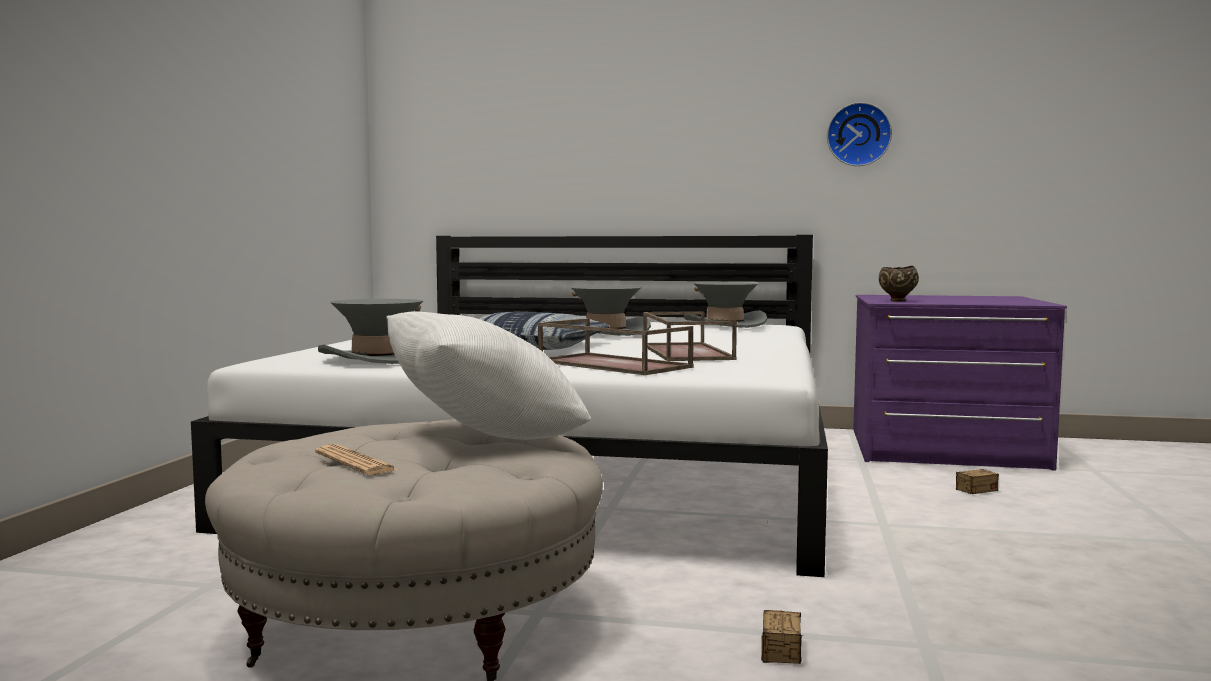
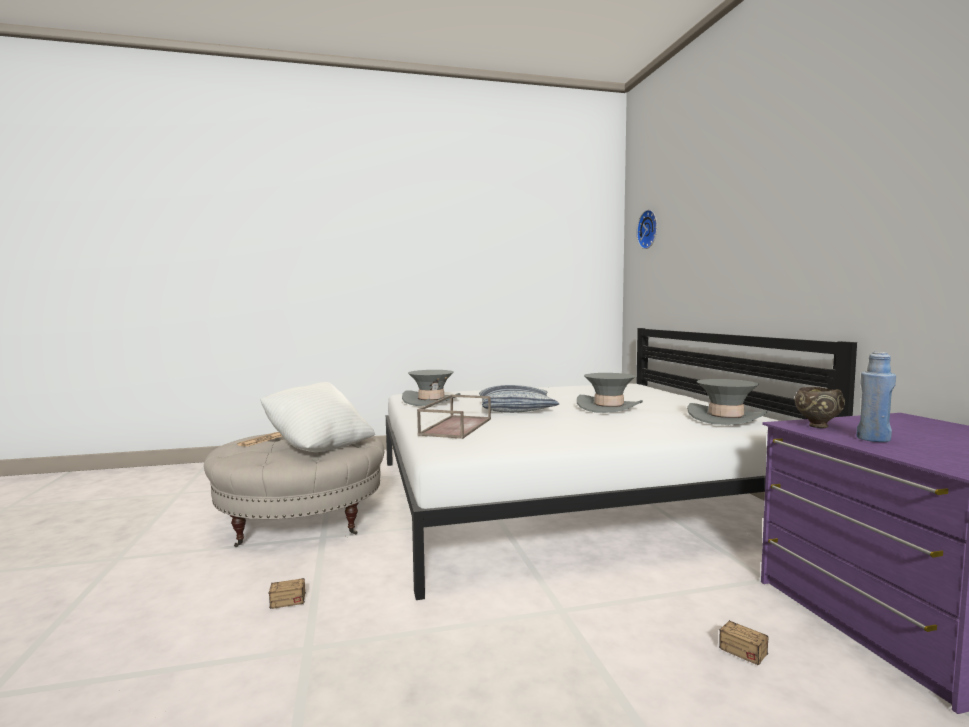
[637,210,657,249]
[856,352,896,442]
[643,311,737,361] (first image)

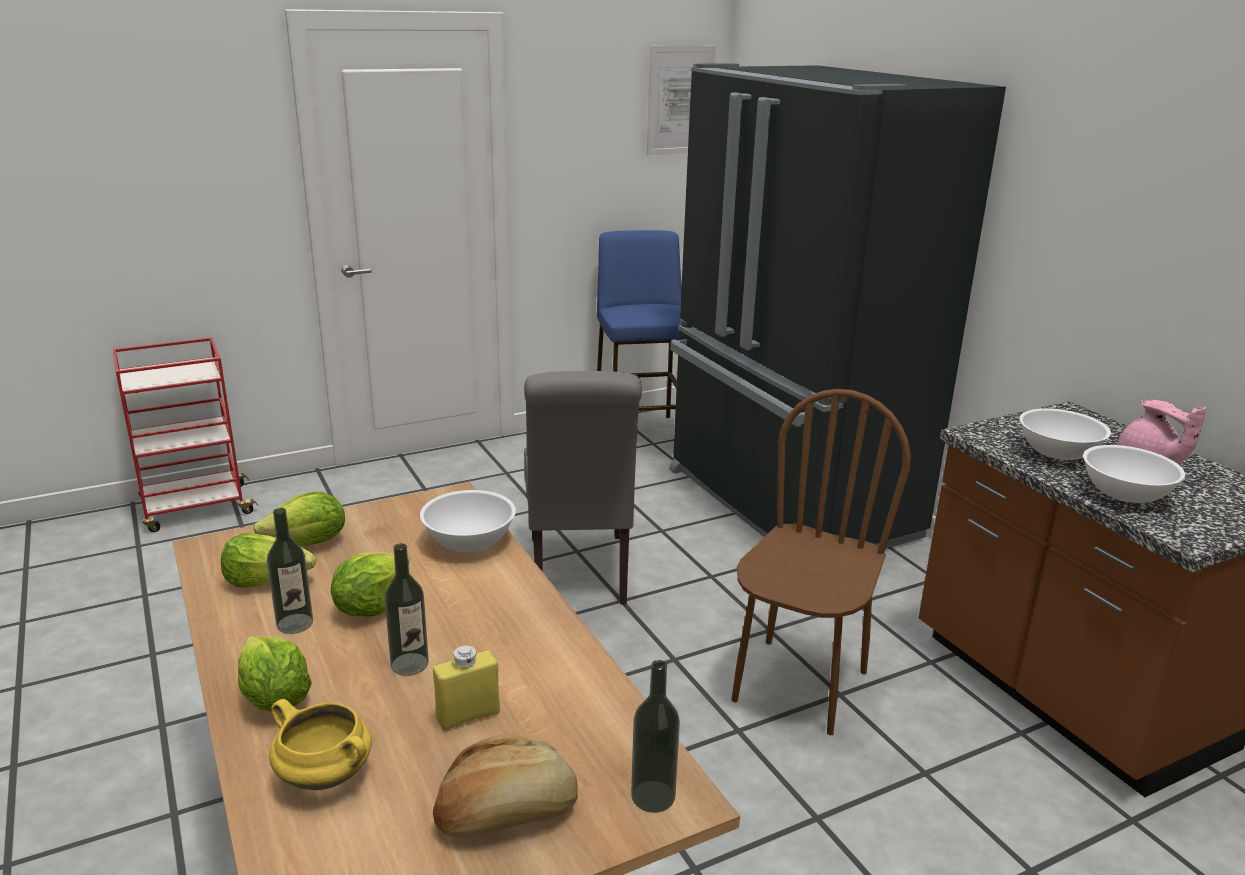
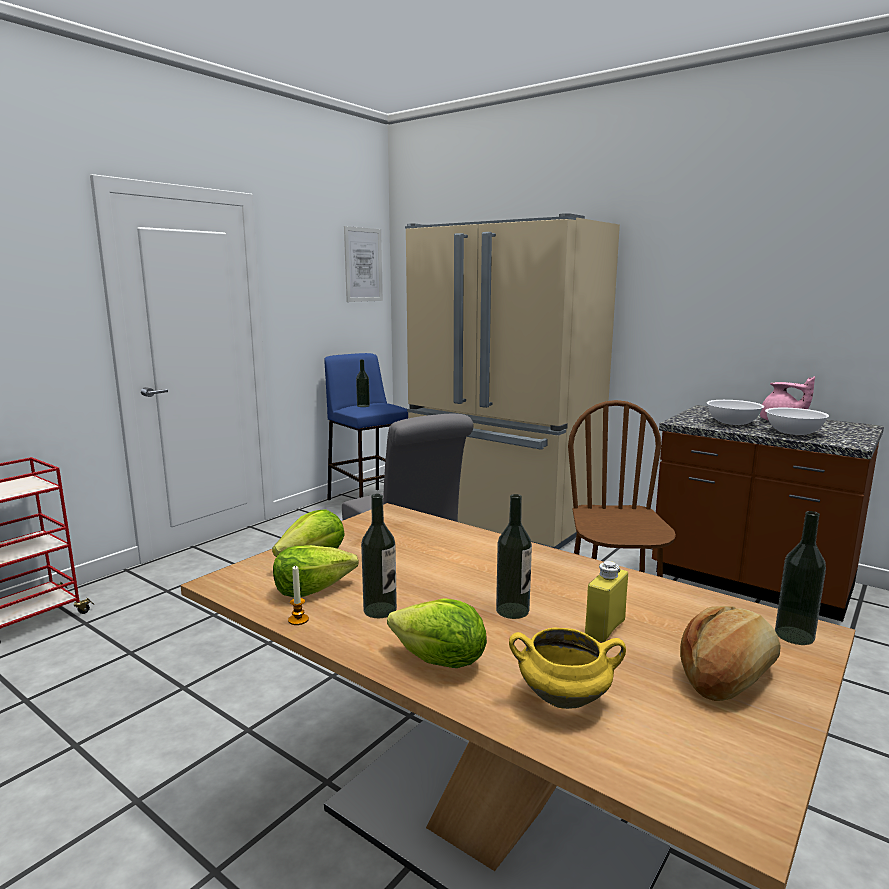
[288,565,309,625]
[356,359,370,407]
[405,213,620,549]
[331,552,410,617] (first image)
[420,490,516,552] (first image)

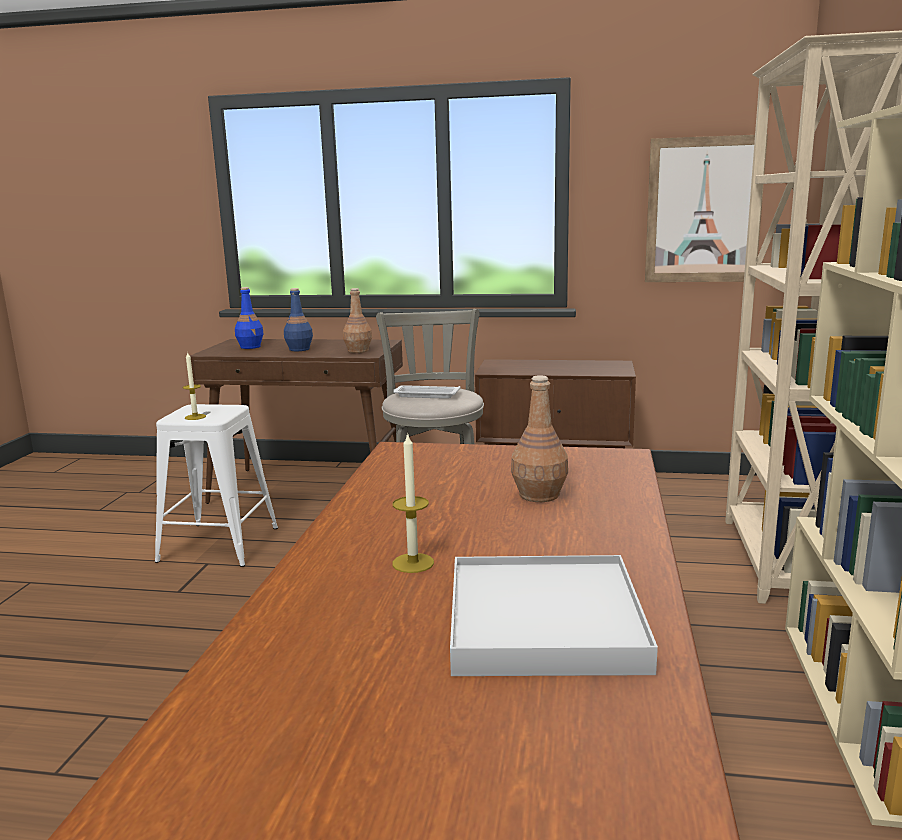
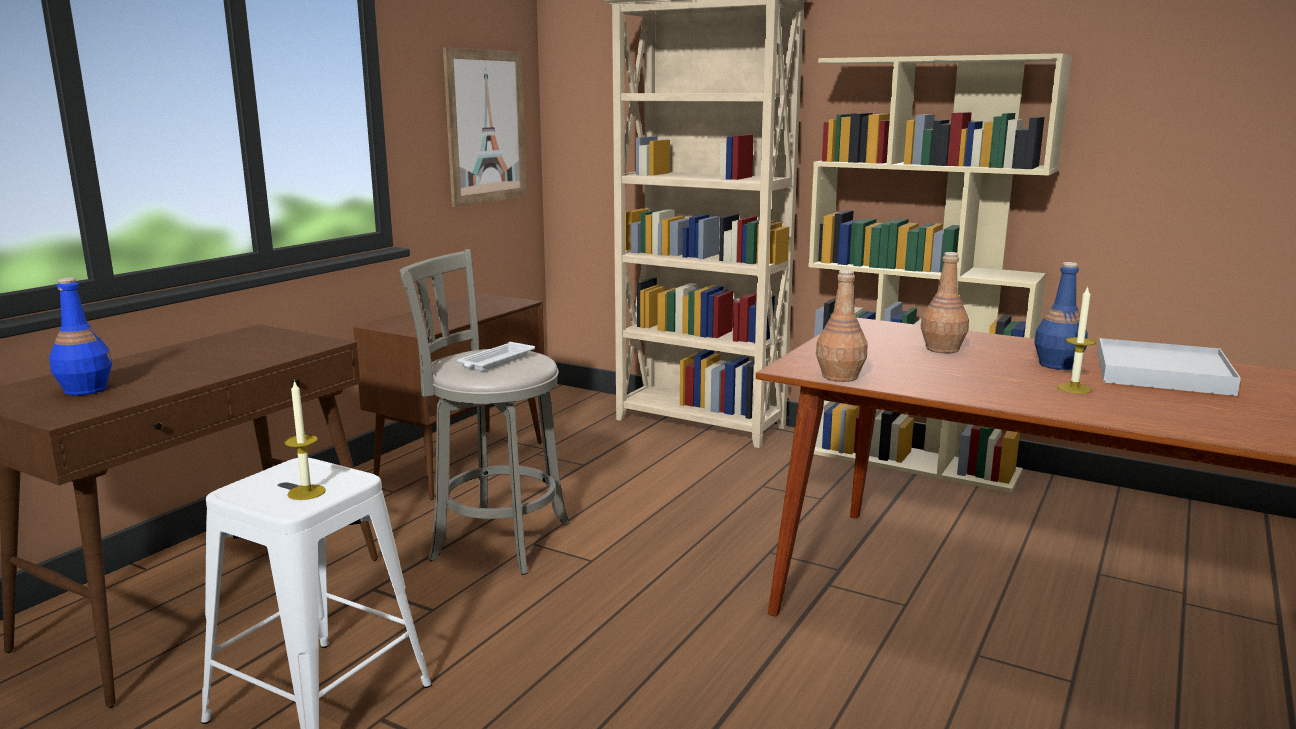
[816,269,867,382]
[1034,262,1088,370]

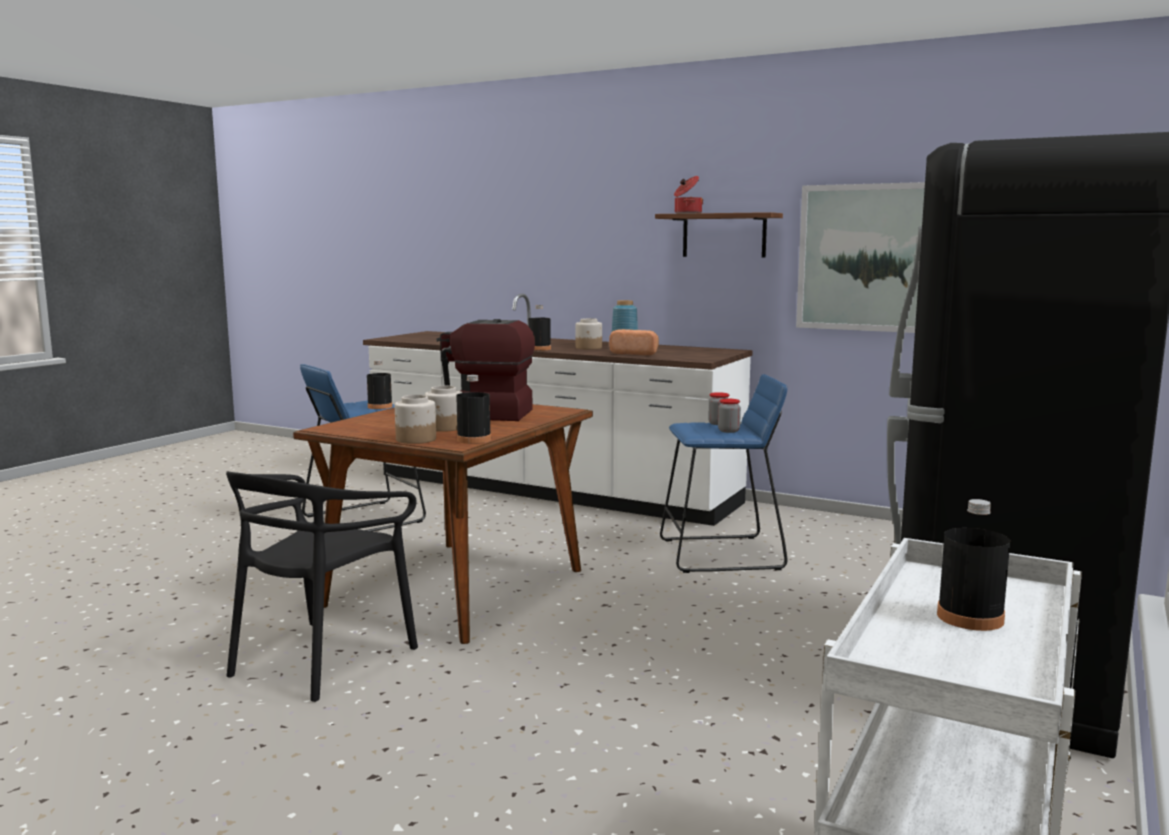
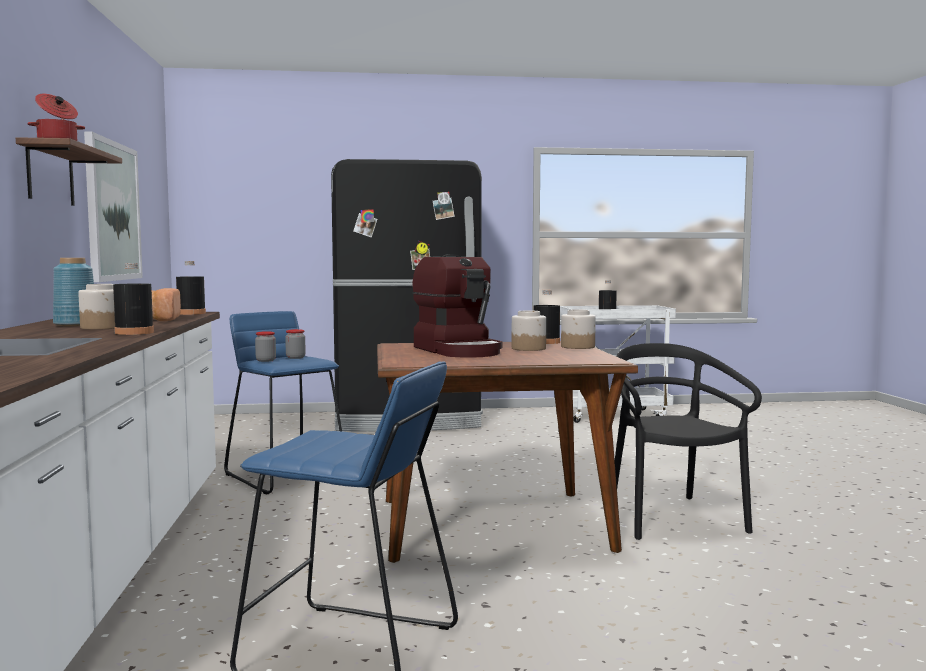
[176,261,206,315]
[615,343,762,540]

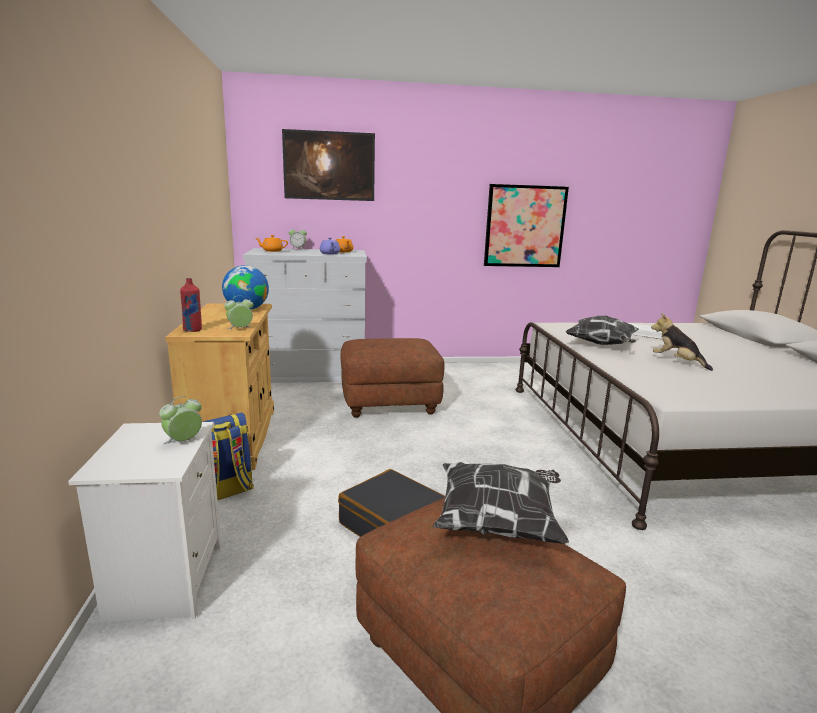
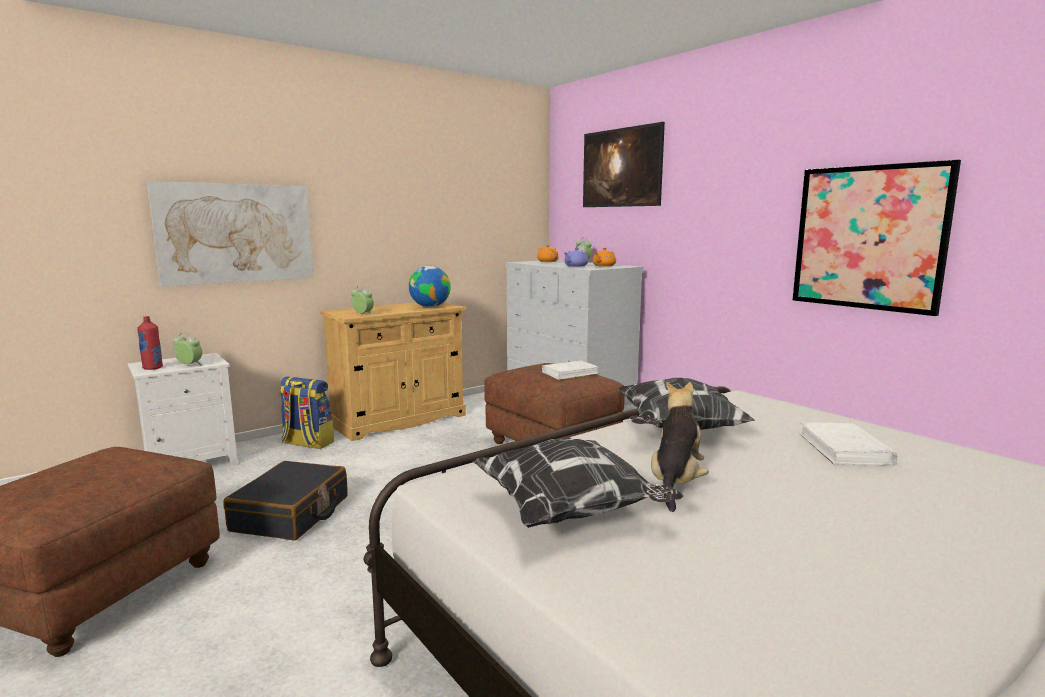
[137,316,163,370]
[147,181,314,287]
[472,437,683,528]
[542,361,600,380]

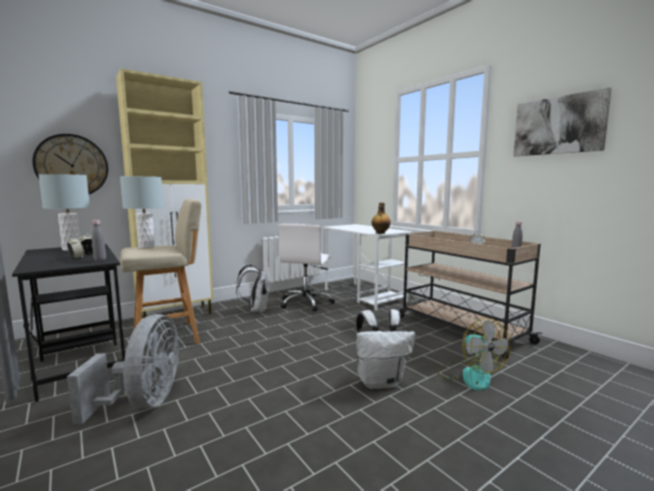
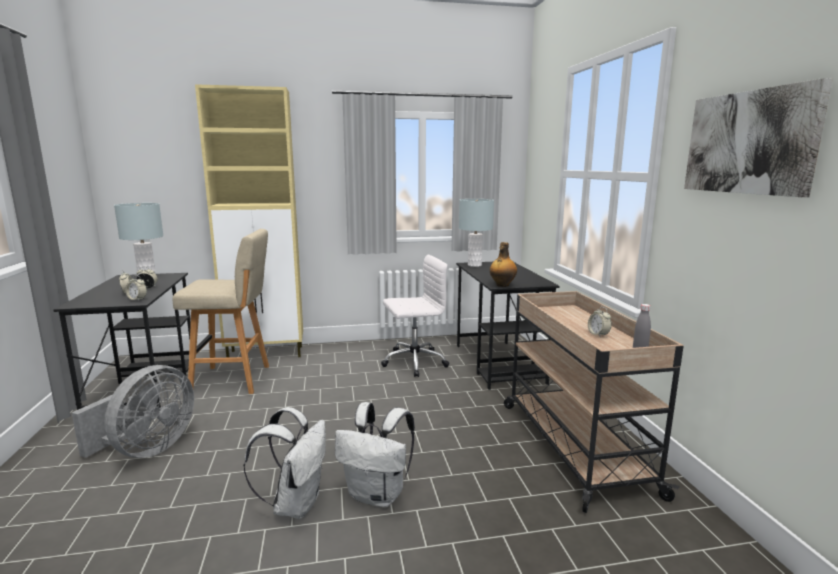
[125,275,147,300]
[244,407,326,519]
[381,255,449,377]
[456,262,560,390]
[459,199,494,267]
[32,134,108,194] (first image)
[438,318,511,391] (first image)

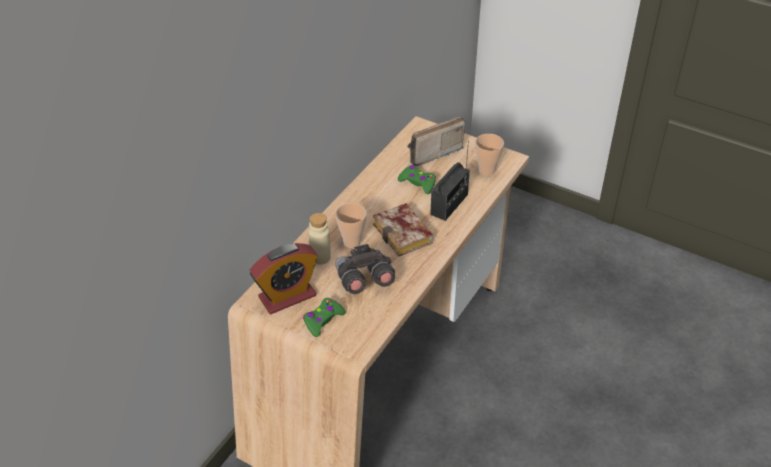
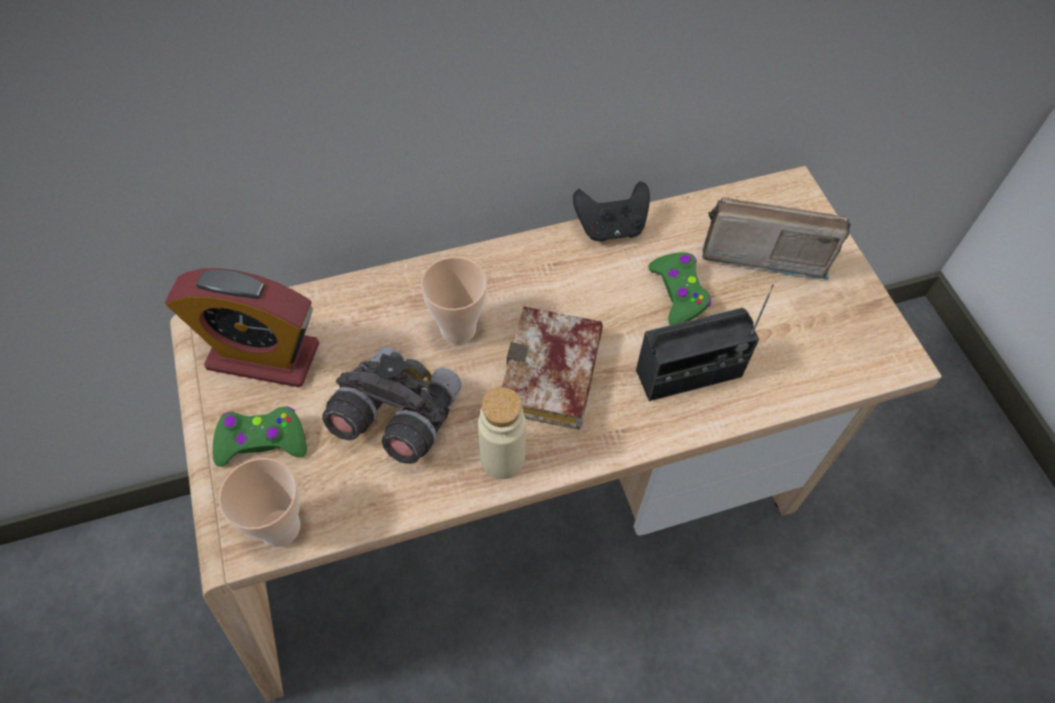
[219,458,300,547]
[478,387,526,479]
[573,181,650,242]

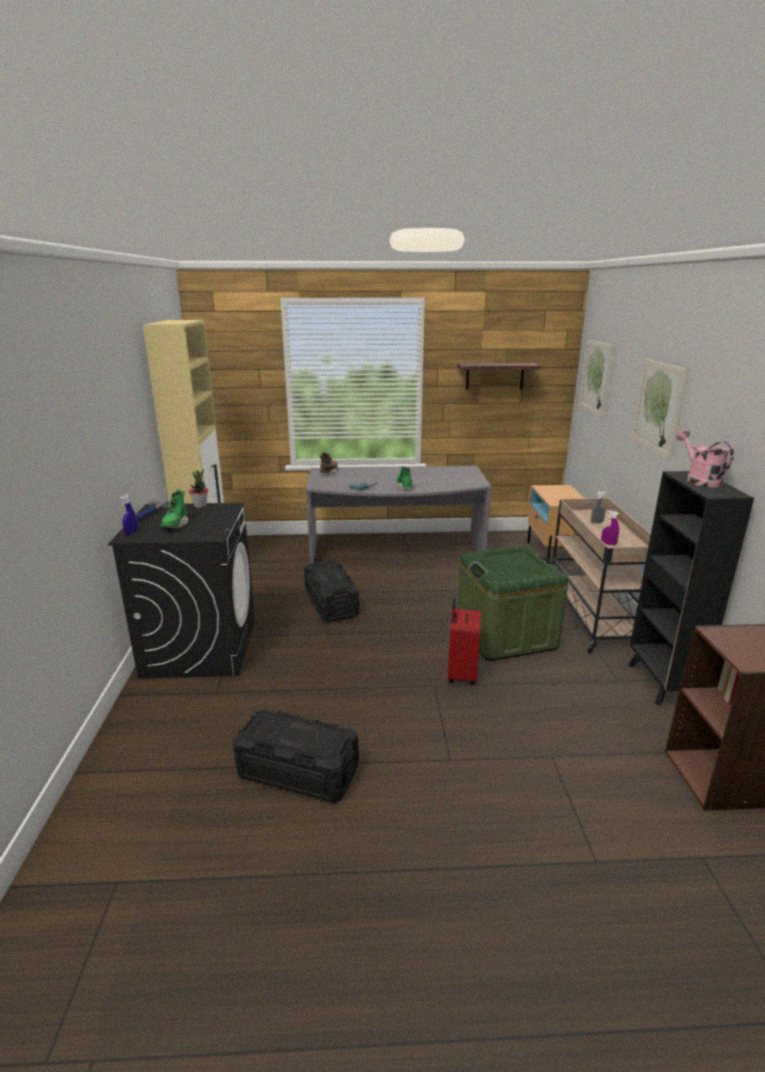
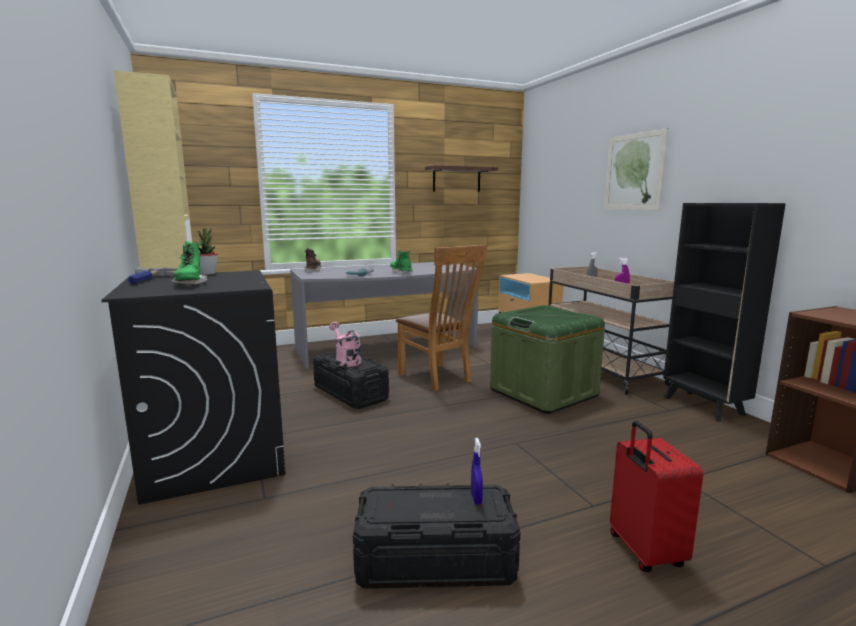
[329,322,361,367]
[396,245,487,391]
[471,438,483,505]
[610,421,703,572]
[579,340,615,419] (first image)

